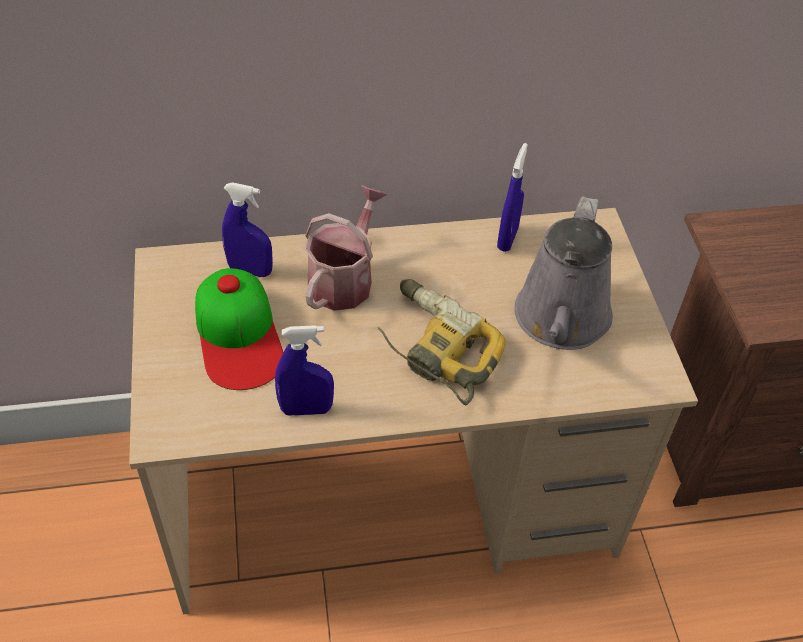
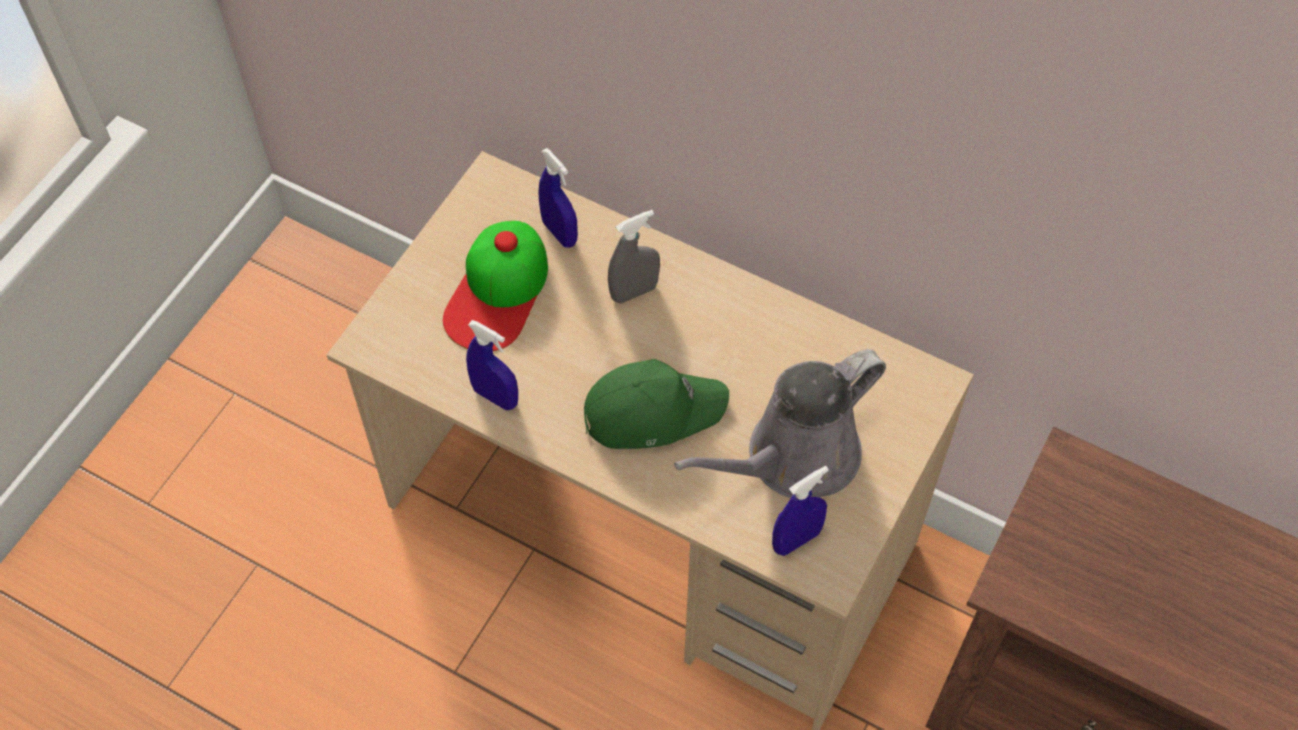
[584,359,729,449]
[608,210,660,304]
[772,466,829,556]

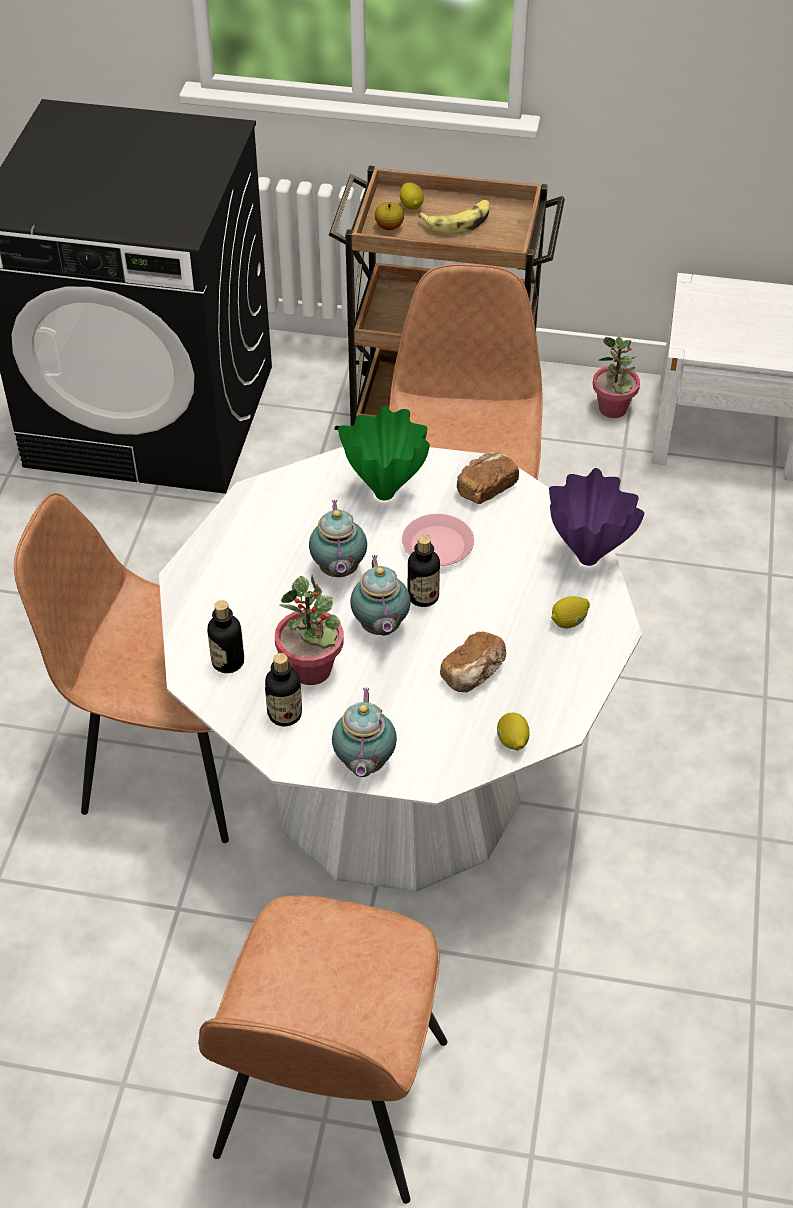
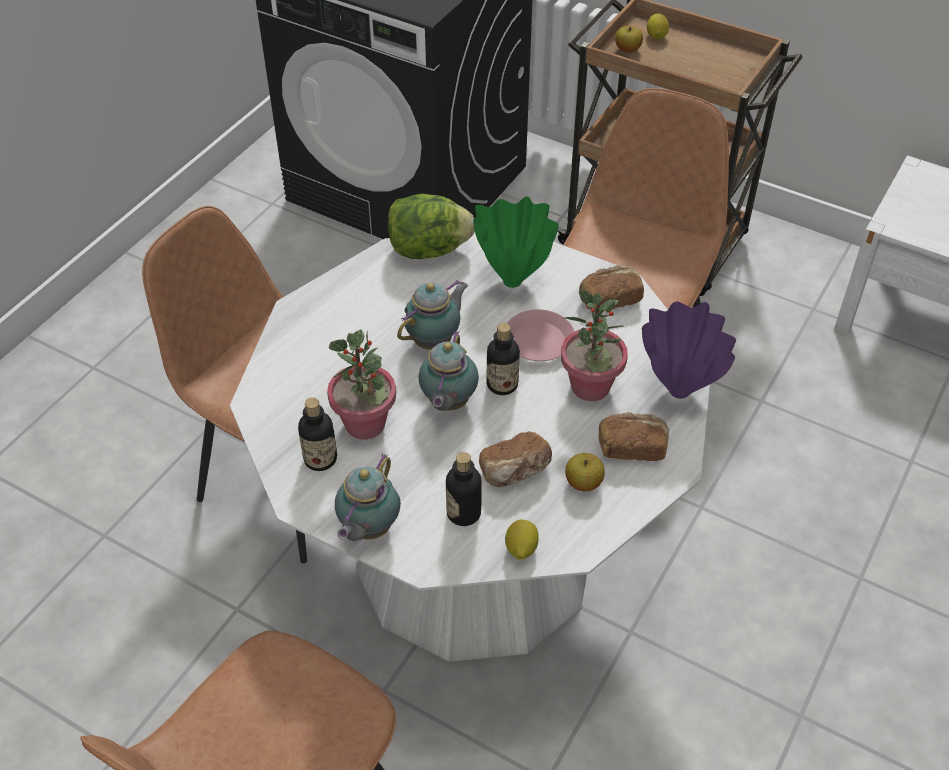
[388,194,475,259]
[397,280,468,350]
[446,452,482,526]
[561,289,628,401]
[565,453,605,491]
[598,412,669,461]
[418,200,490,234] (first image)

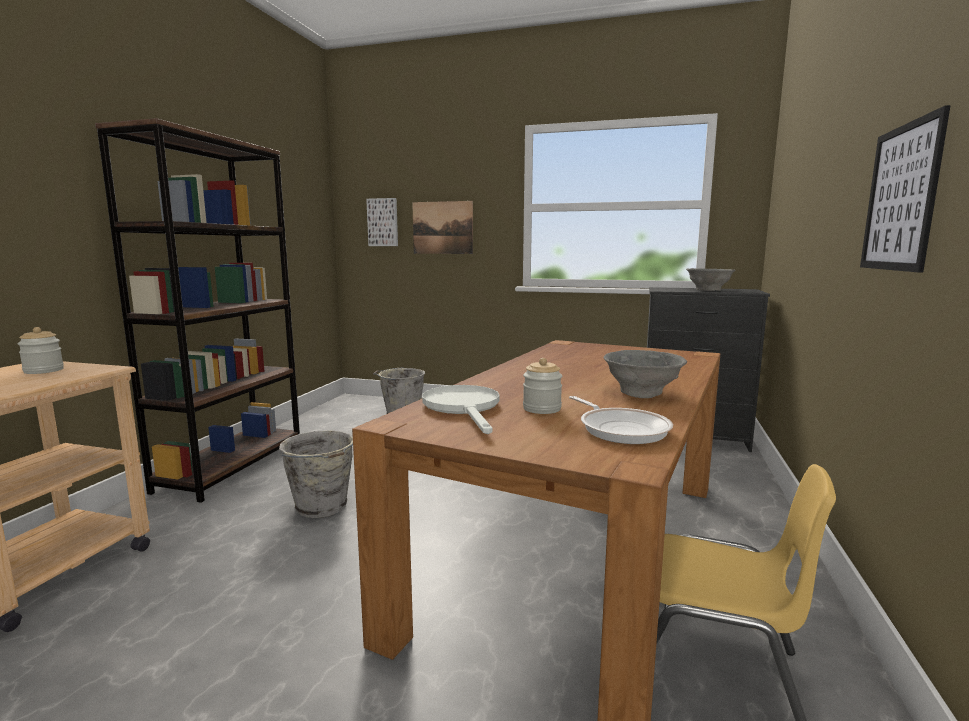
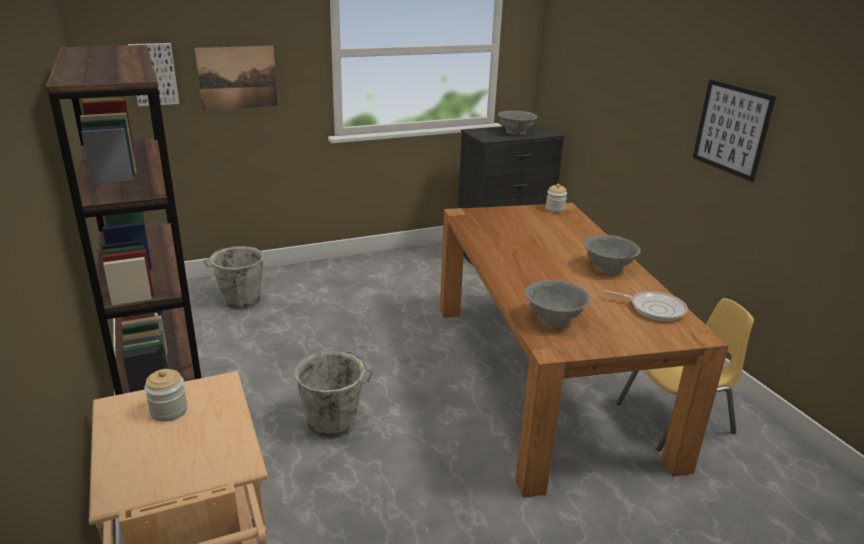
[525,280,591,328]
[546,184,567,212]

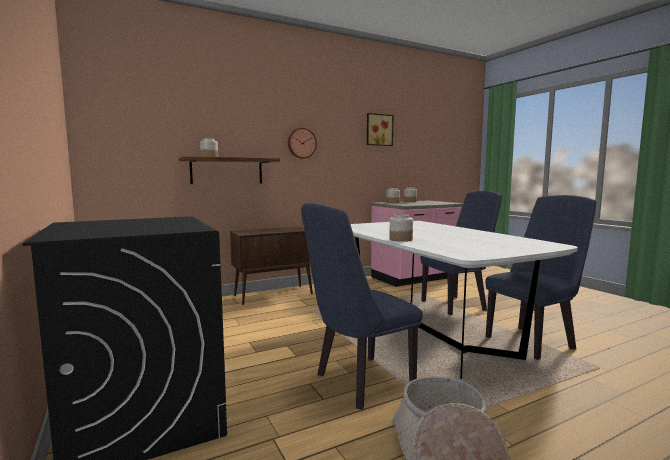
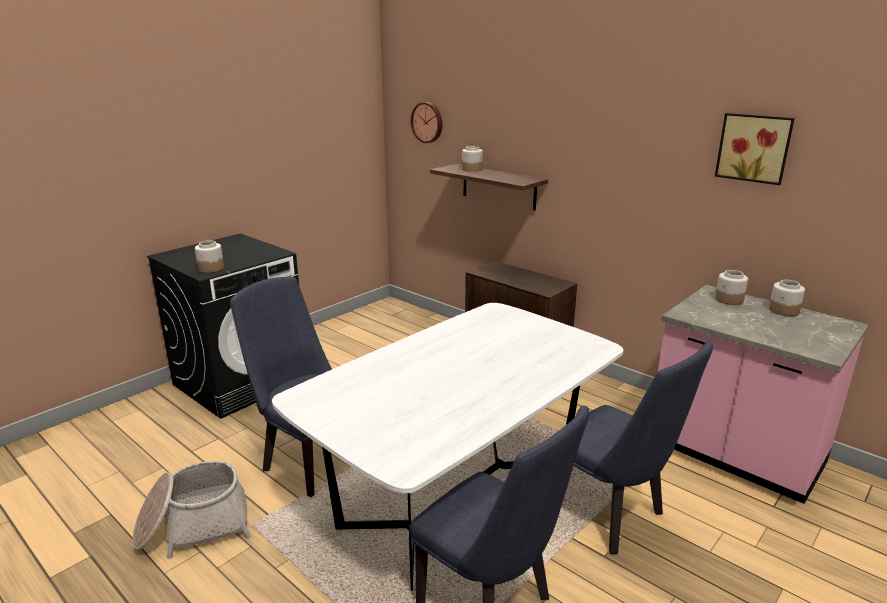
[195,240,224,273]
[411,102,442,143]

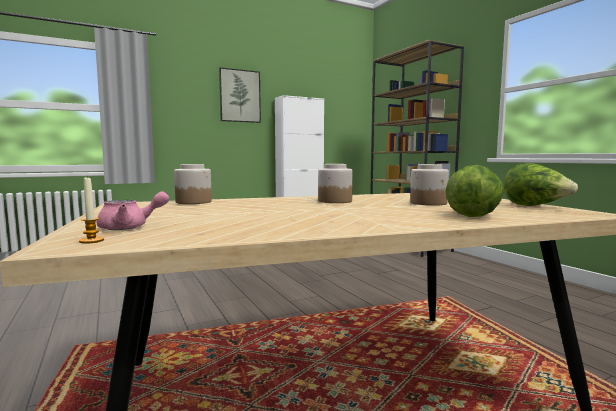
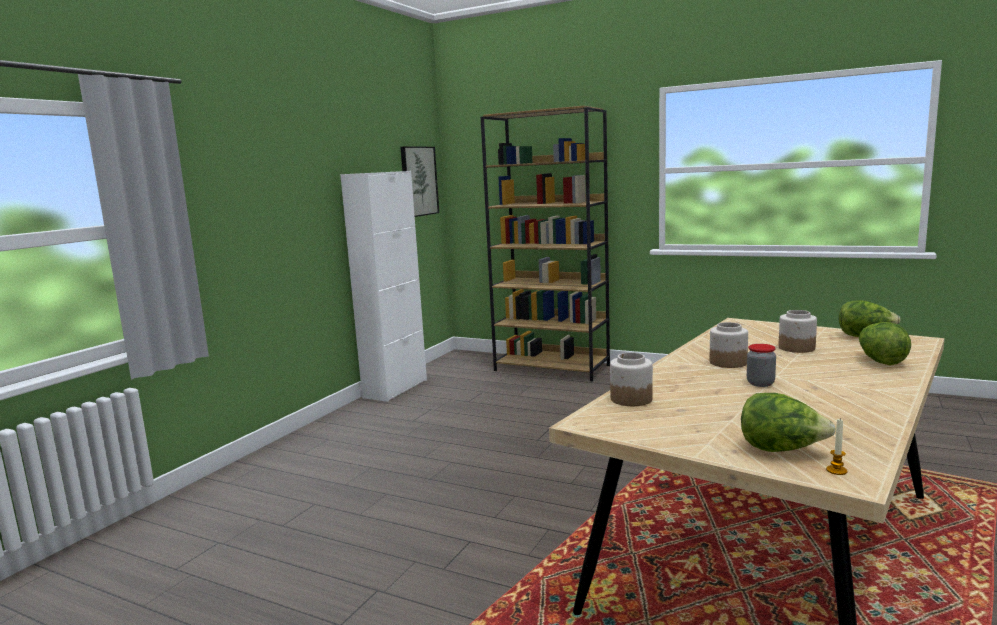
[400,146,439,217]
[741,393,836,452]
[747,344,776,387]

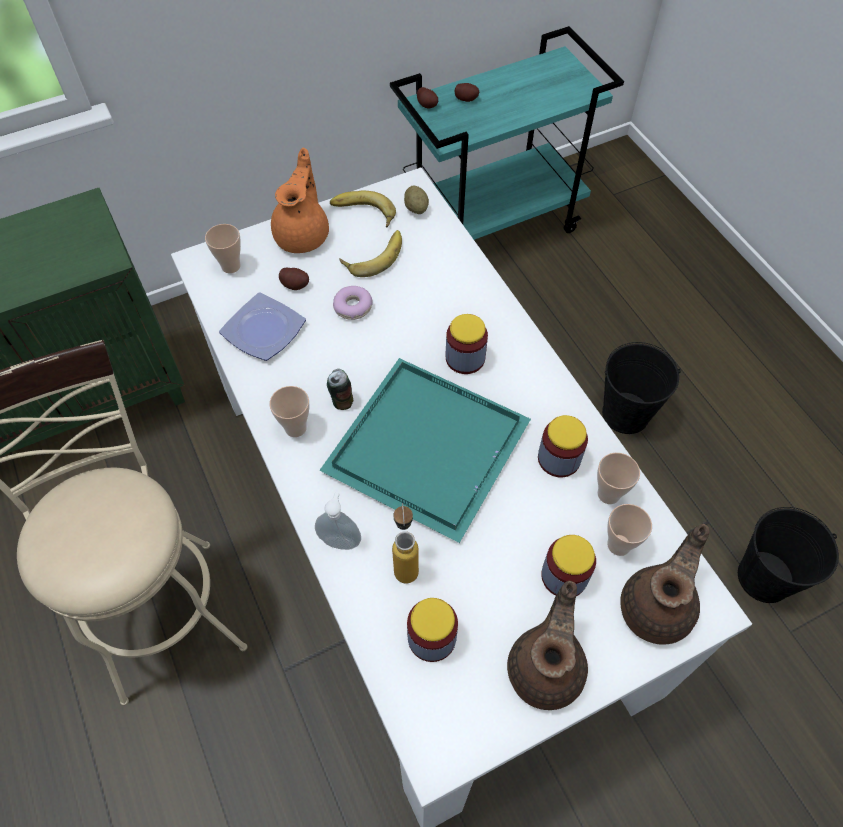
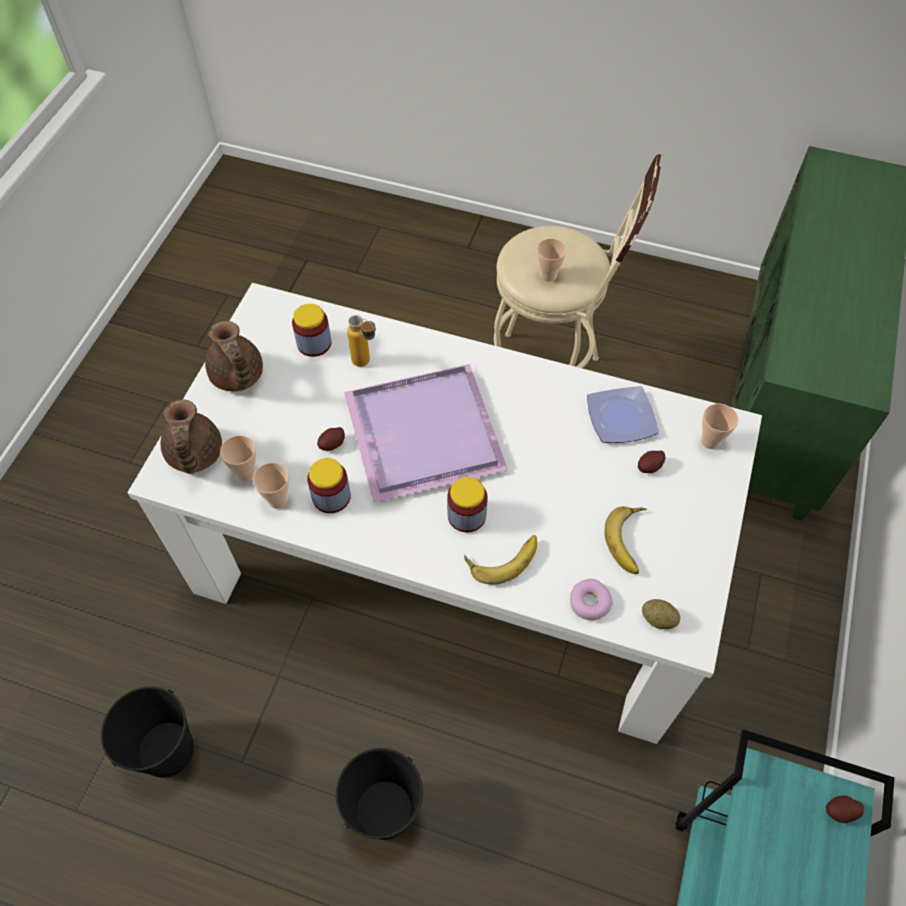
[317,427,345,451]
[344,364,508,503]
[464,535,537,585]
[537,238,567,282]
[570,579,613,620]
[271,148,329,253] (first image)
[315,492,361,550] (first image)
[327,369,353,410] (first image)
[541,535,596,596] (first image)

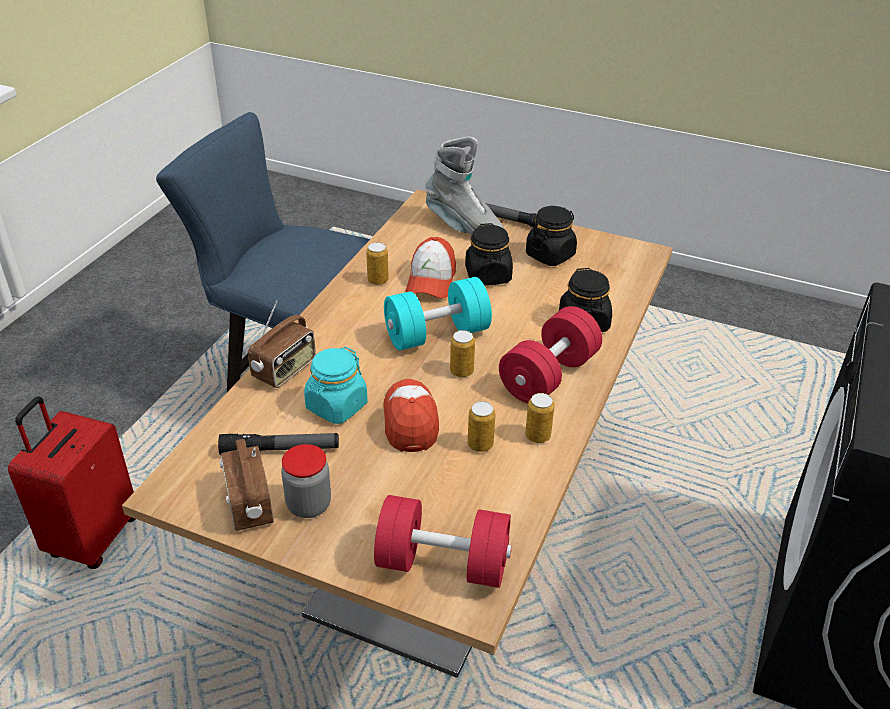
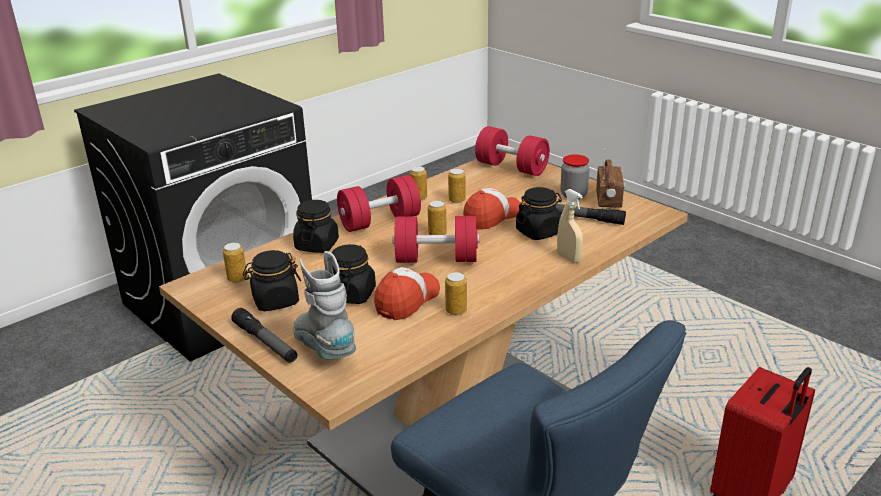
[223,242,247,283]
[392,216,480,263]
[463,188,522,230]
[516,187,562,240]
[557,189,583,263]

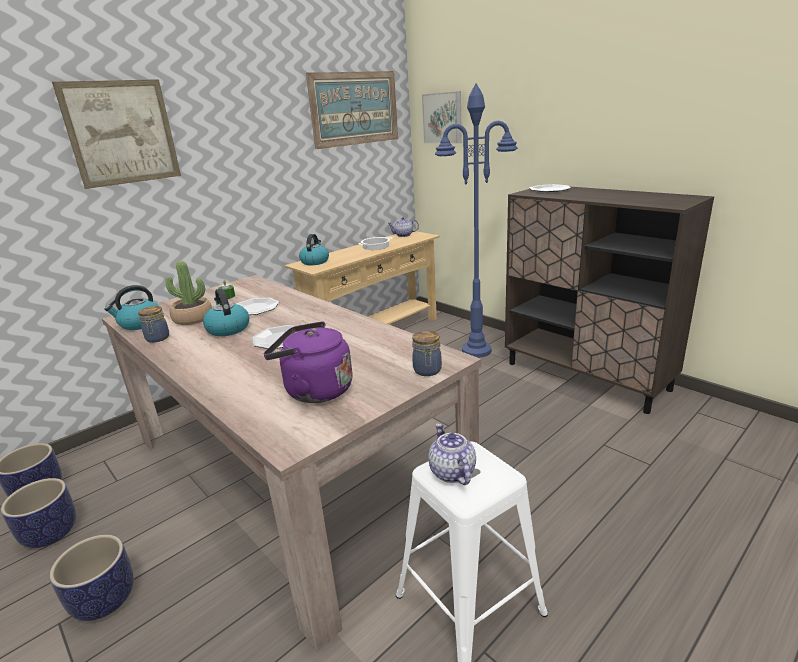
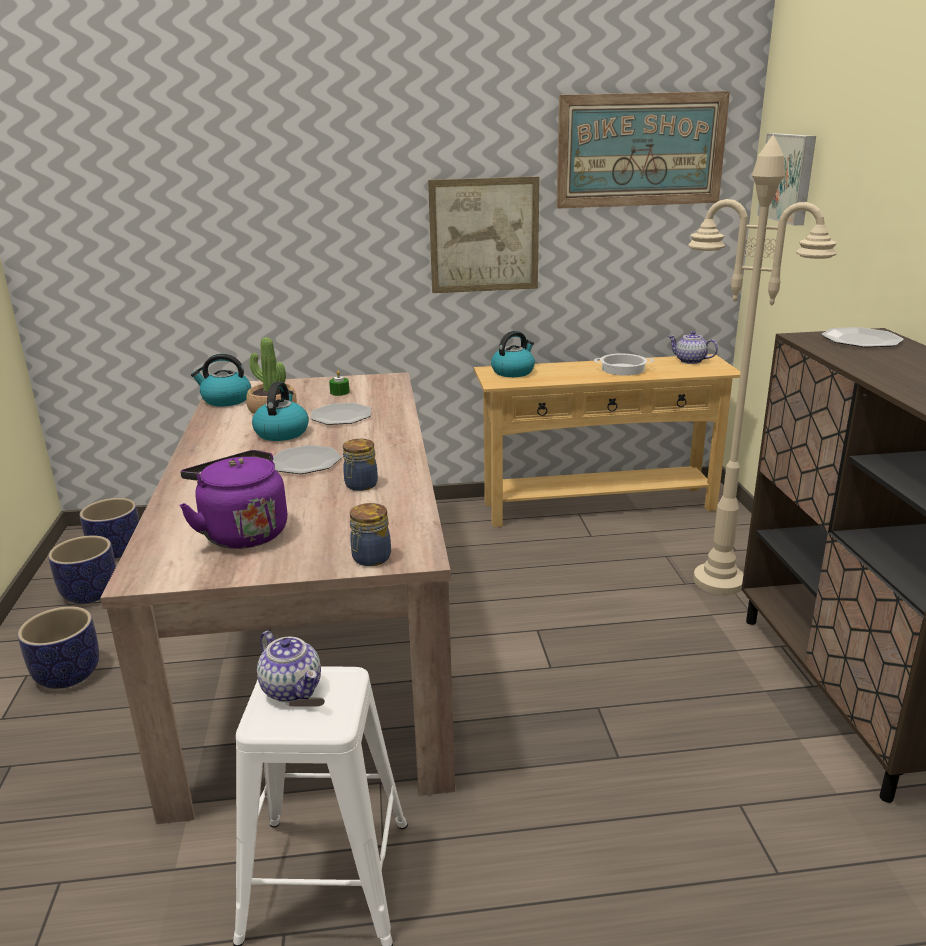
[257,631,321,702]
[343,439,378,491]
[428,176,540,293]
[688,135,837,595]

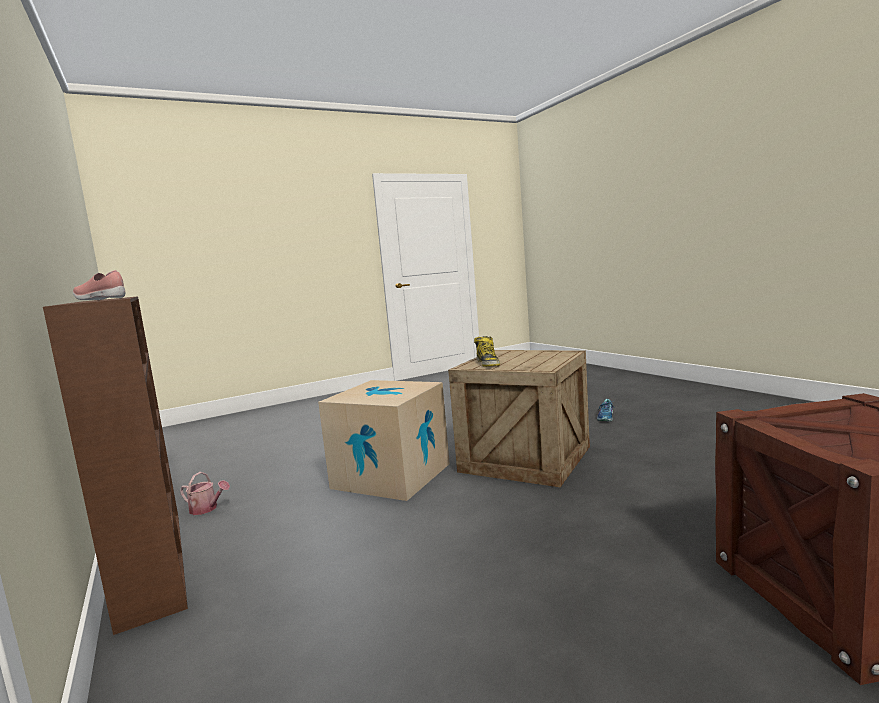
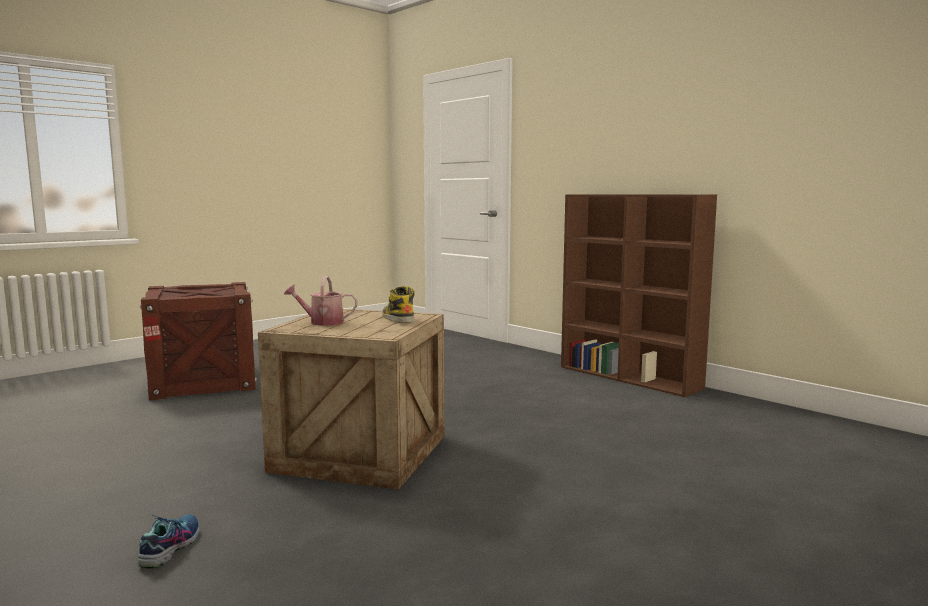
[284,276,358,326]
[73,270,125,300] (first image)
[318,380,450,501] (first image)

